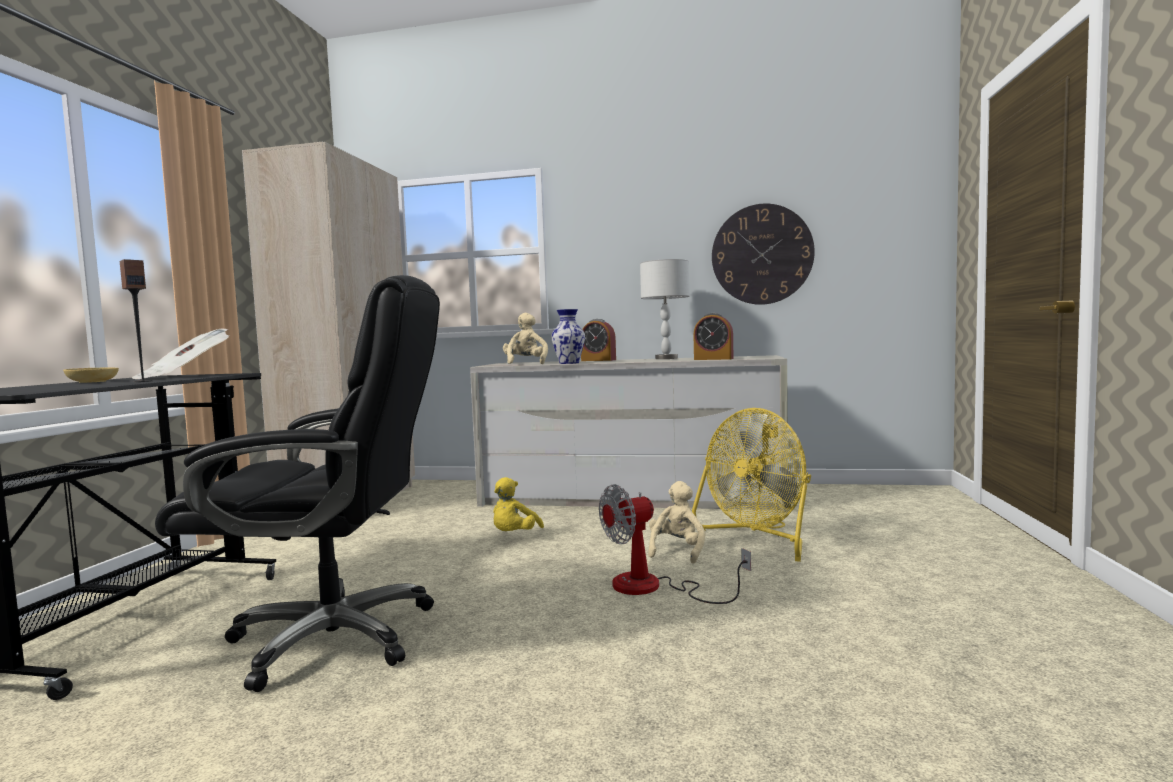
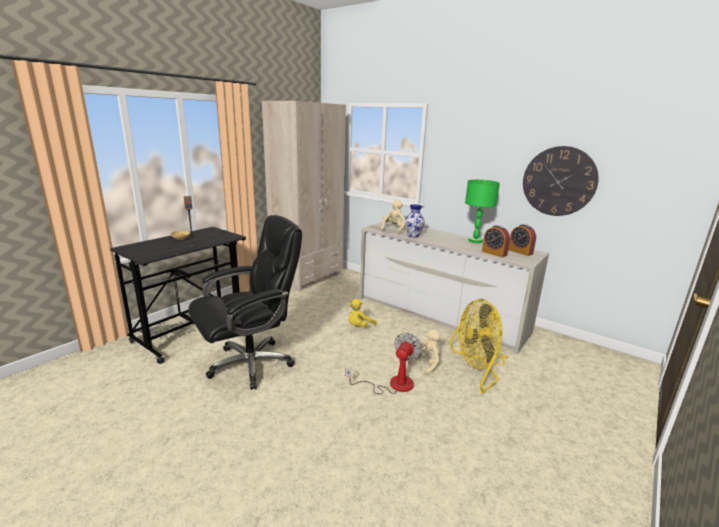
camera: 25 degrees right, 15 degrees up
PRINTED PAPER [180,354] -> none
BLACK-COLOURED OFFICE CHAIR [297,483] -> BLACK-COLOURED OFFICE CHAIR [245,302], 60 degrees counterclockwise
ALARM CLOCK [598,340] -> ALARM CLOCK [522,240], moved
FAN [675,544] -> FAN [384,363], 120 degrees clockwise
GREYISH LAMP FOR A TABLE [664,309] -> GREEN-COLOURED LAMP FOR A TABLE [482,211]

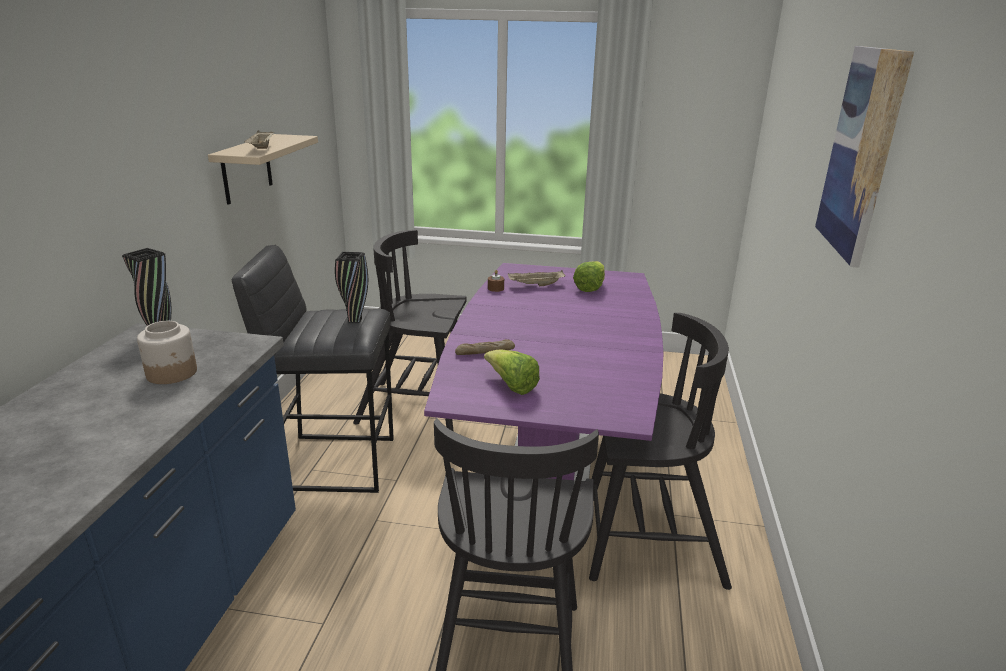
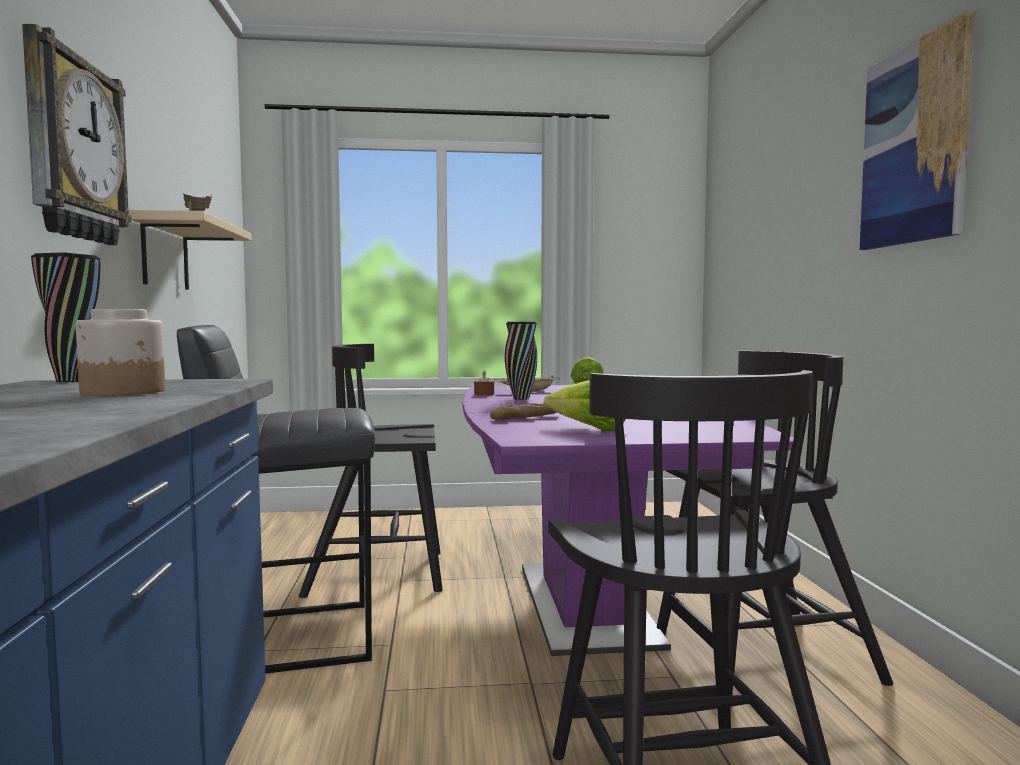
camera: 15 degrees left, 20 degrees down
BLACK-COLOURED FLOWER VASE [351,287] -> BLACK-COLOURED FLOWER VASE [521,361], moved
none -> WALL CLOCK [77,134]

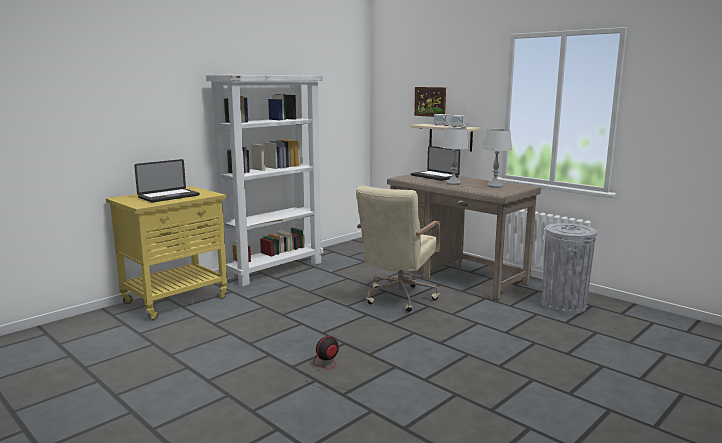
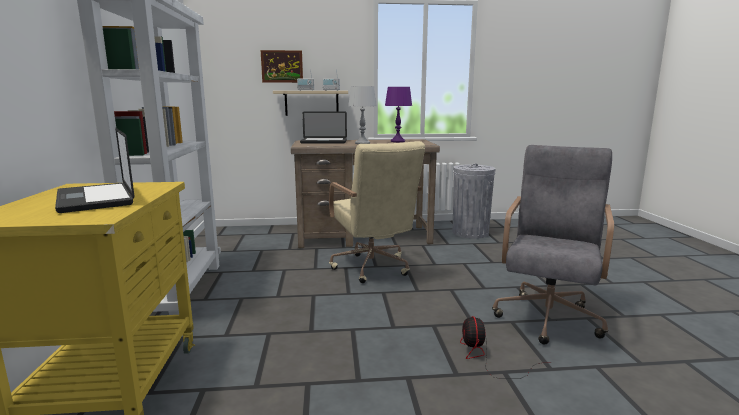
camera: 50 degrees left, 0 degrees up
PORTABLE COMPUTER [167,180] -> PORTABLE COMPUTER [94,170], 150 degrees clockwise
GREYISH LAMP FOR A TABLE [497,158] -> PURPLISH LAMP FOR A TABLE [398,114]
none -> GREYISH OFFICE CHAIR [553,245]

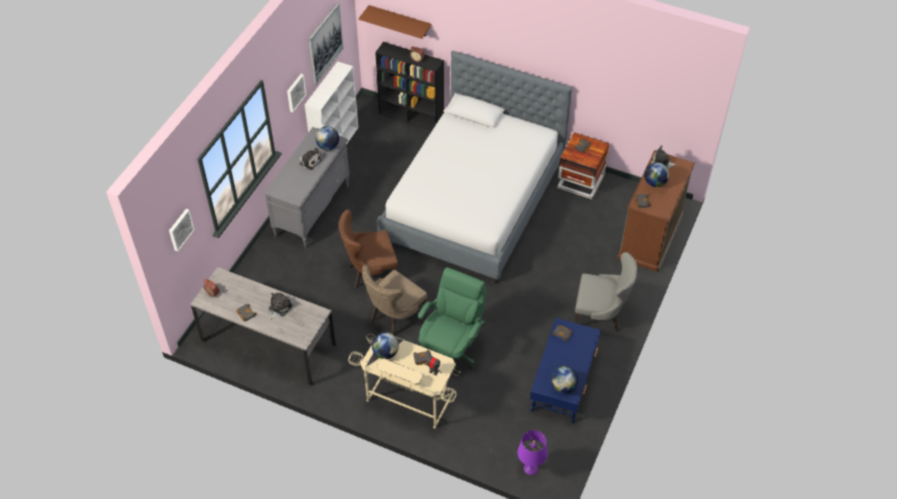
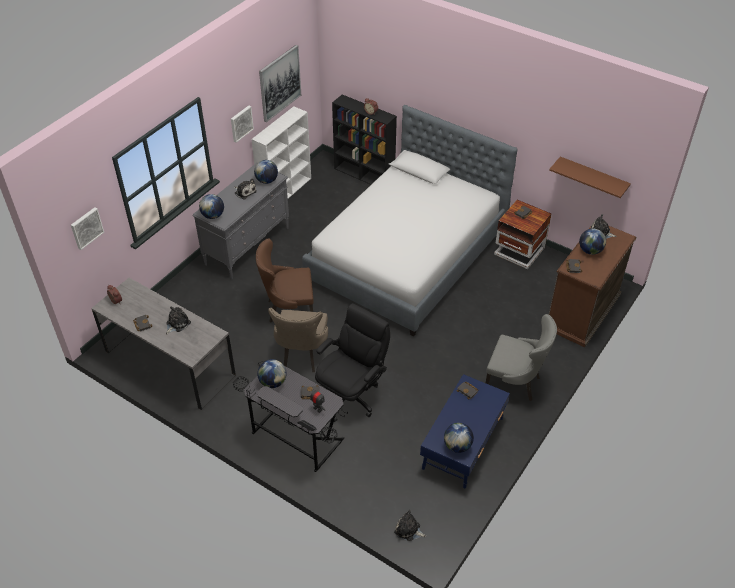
camera: 10 degrees right, 5 degrees down
SAND-COLOURED DESK [404,381] -> BLACK-COLOURED DESK [290,416]
BROWNISH BRACKET SHELF [395,22] -> BROWNISH BRACKET SHELF [590,177], moved
SAND-COLOURED UPRIGHT CHAIR [394,300] -> SAND-COLOURED UPRIGHT CHAIR [298,340], 45 degrees counterclockwise
GREEN-COLOURED OFFICE CHAIR [452,318] -> BLACK-COLOURED OFFICE CHAIR [352,362]
PURPLISH LAMP FOR A TABLE [532,452] -> SOFT TOY [410,525]
none -> DESK GLOBE [211,206]

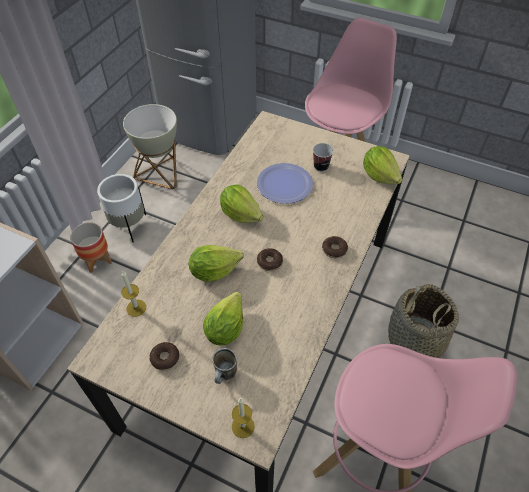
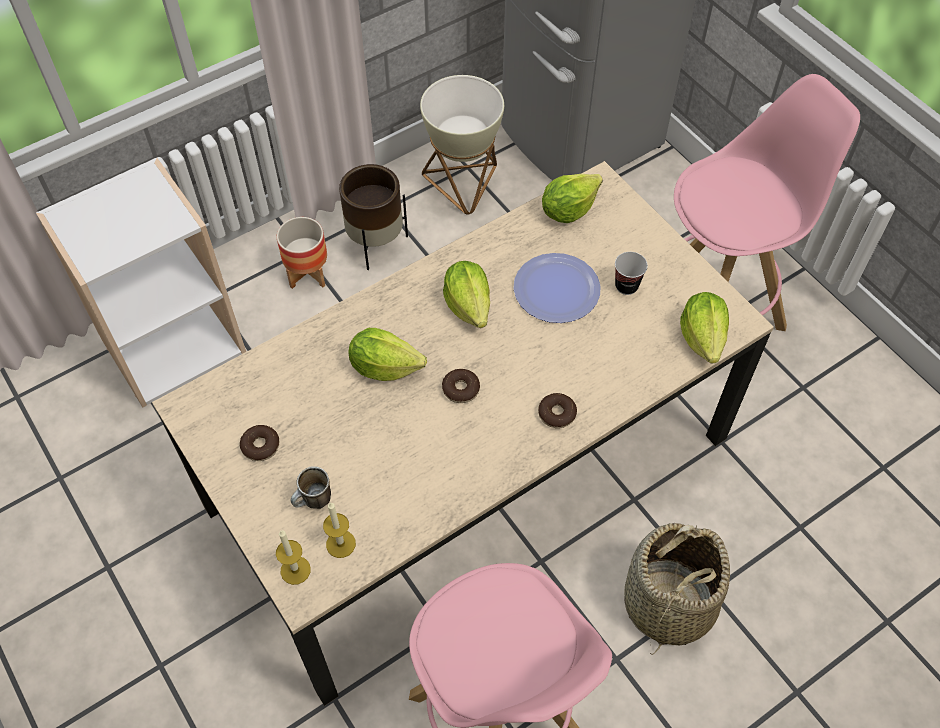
camera: 30 degrees right, 5 degrees up
WHITE PLANT POT [121,208] -> BROWNISH PLANT POT [373,217]
CANDLE [133,294] -> CANDLE [339,530], moved
HEAD OF LETTUCE [223,318] -> HEAD OF LETTUCE [572,198], moved

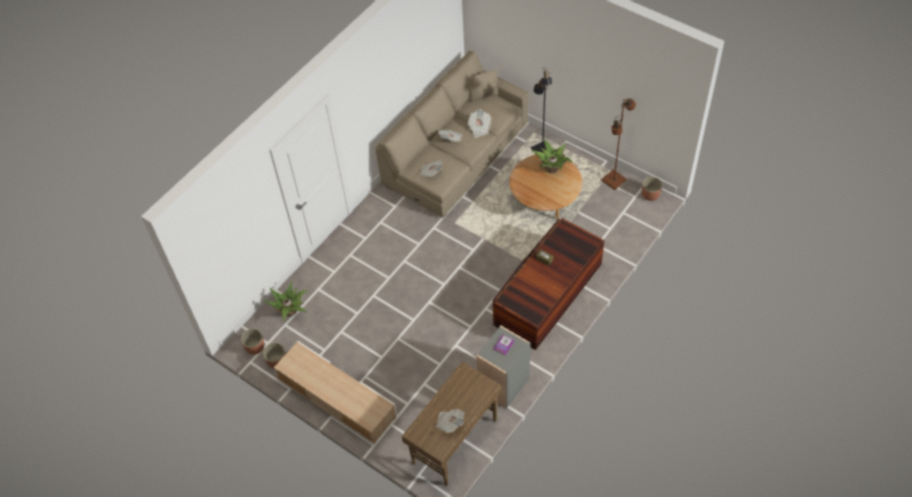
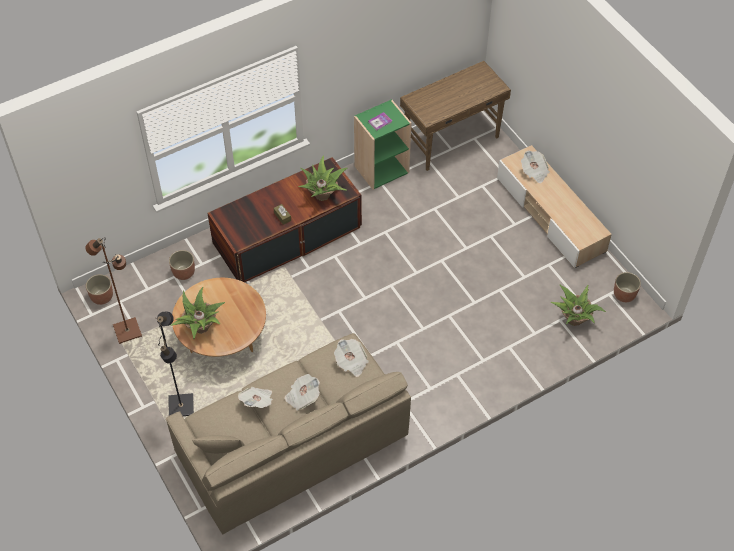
camera: 160 degrees left, 0 degrees up
PLANT POT [274,356] -> PLANT POT [182,265], moved
PRINTED PAPER [450,421] -> PRINTED PAPER [535,166], moved
GREYISH BOOKSHELF [503,367] -> GREEN-COLOURED BOOKSHELF [382,144]
none -> POTTED PLANT [323,178]

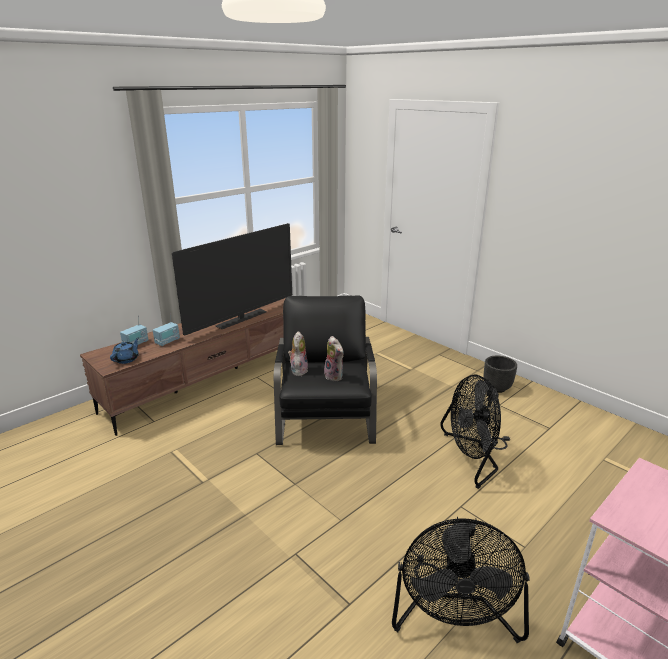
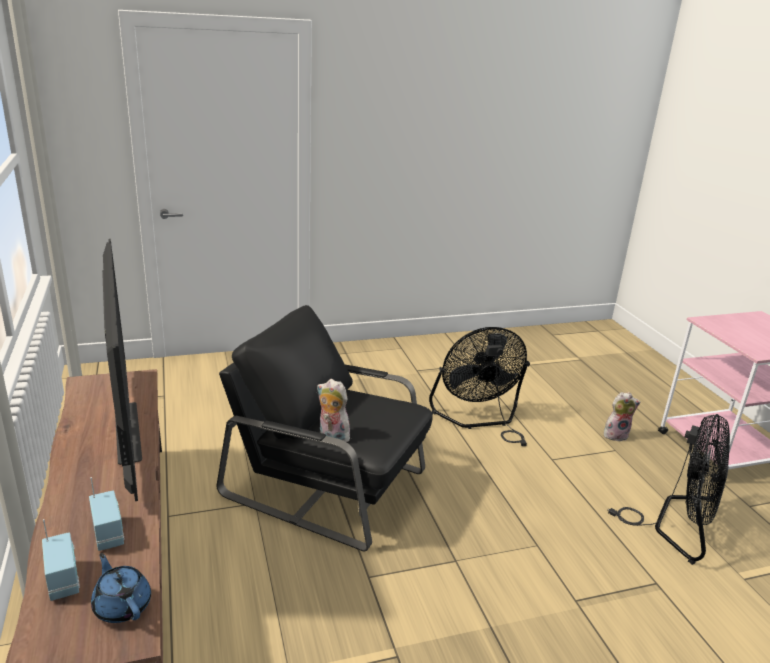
camera: 65 degrees left, 0 degrees up
SOFT TOY [333,358] -> SOFT TOY [622,417], moved
BLACK-COLOURED FAN [475,432] -> BLACK-COLOURED FAN [479,386], 150 degrees clockwise
BLACK-COLOURED PLANT POT [500,374] -> none

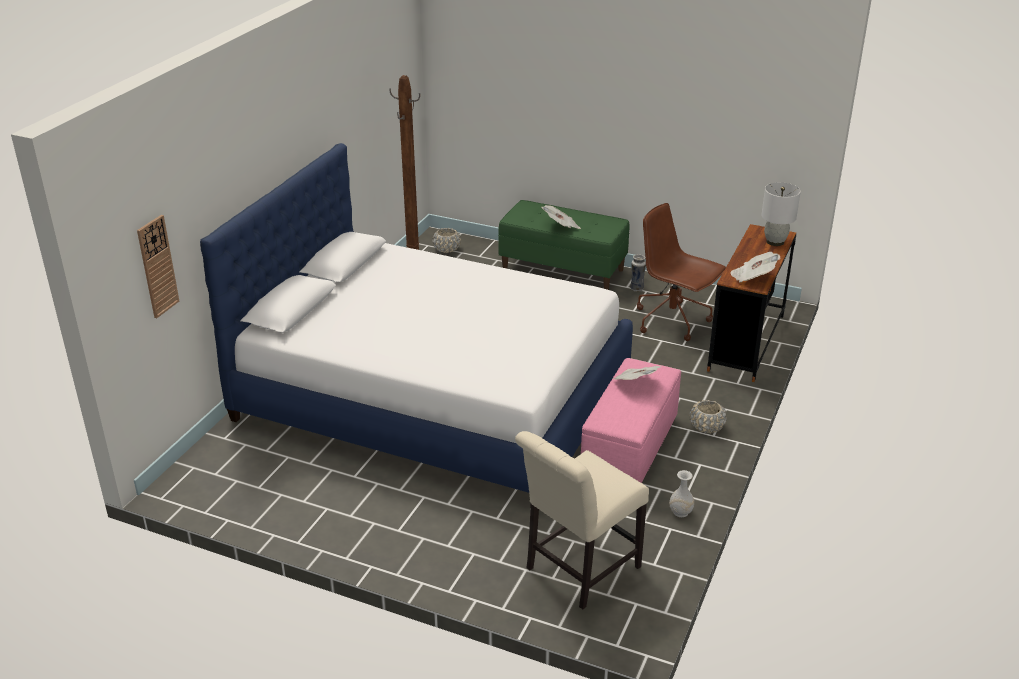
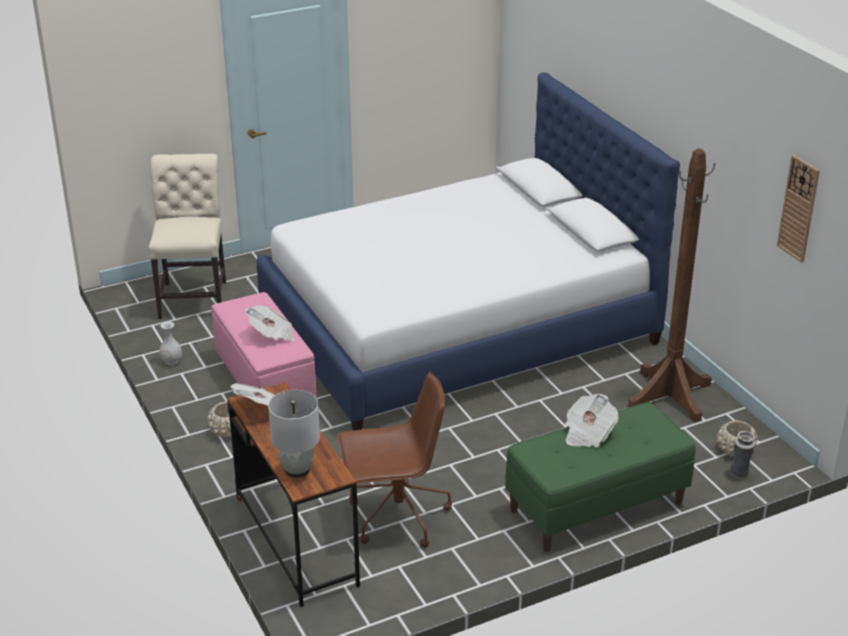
camera: 130 degrees right, 0 degrees up
WALL CLOCK [158,266] -> WALL CLOCK [798,209], moved
FLOWER VASE [638,273] -> FLOWER VASE [742,455], moved

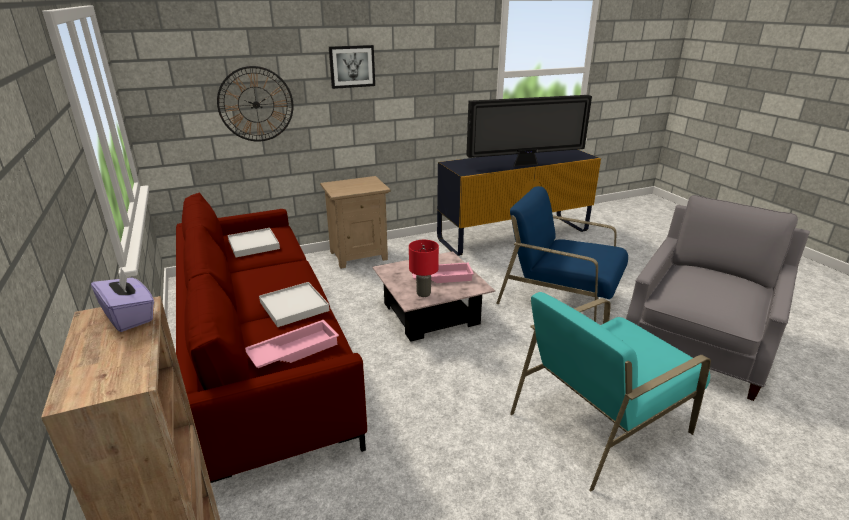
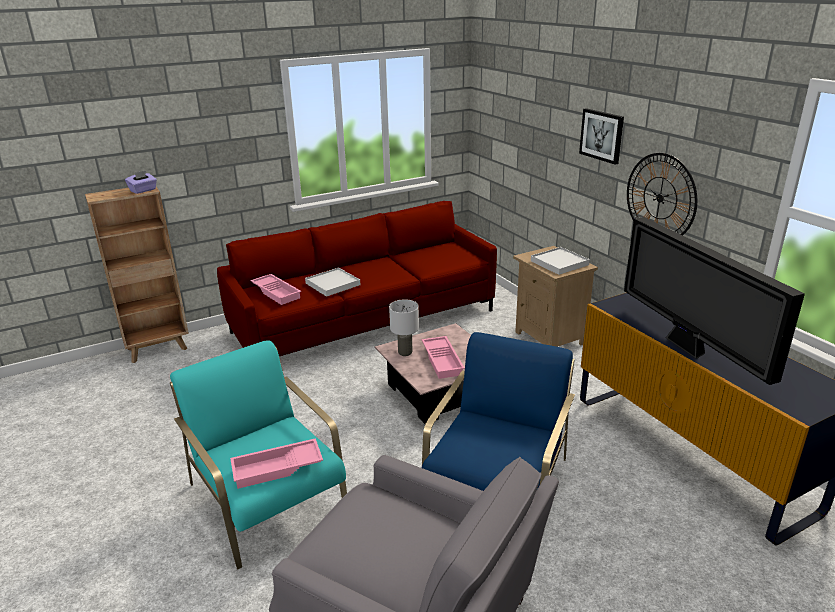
camera: 85 degrees right, 0 degrees up
WALL CLOCK [255,104] -> WALL CLOCK [662,194], moved
WHITE CARRYING TRAY [254,242] -> WHITE CARRYING TRAY [560,261], moved
RED-COLOURED LAMP FOR A TABLE [424,268] -> WHITE LAMP FOR A TABLE [404,327]
none -> PINKISH CARRYING TRAY [276,463]

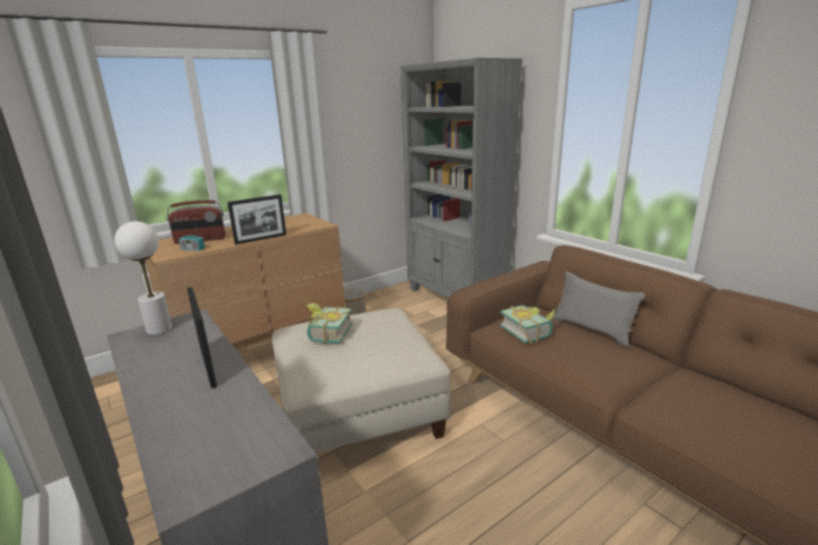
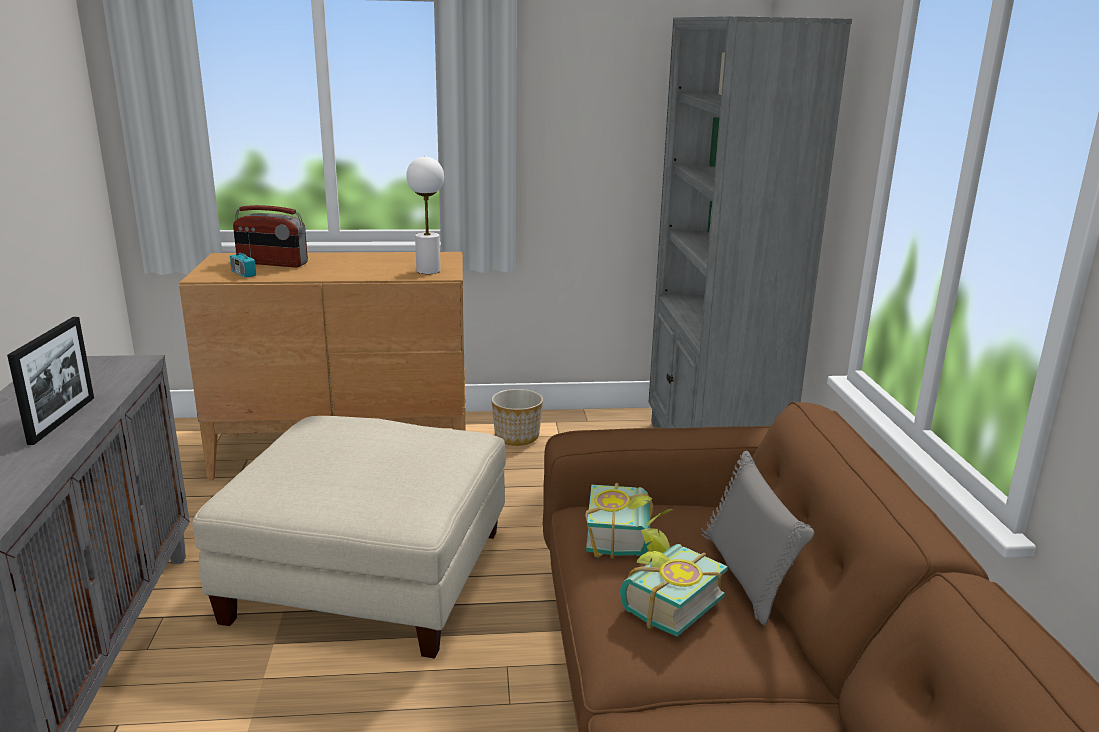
camera: 30 degrees right, 0 degrees up
WHITE LAMP FOR A TABLE [143,278] -> WHITE LAMP FOR A TABLE [425,215], moved
STANDING FRAME [257,220] -> none
VOLUME [330,324] -> VOLUME [674,582], moved

